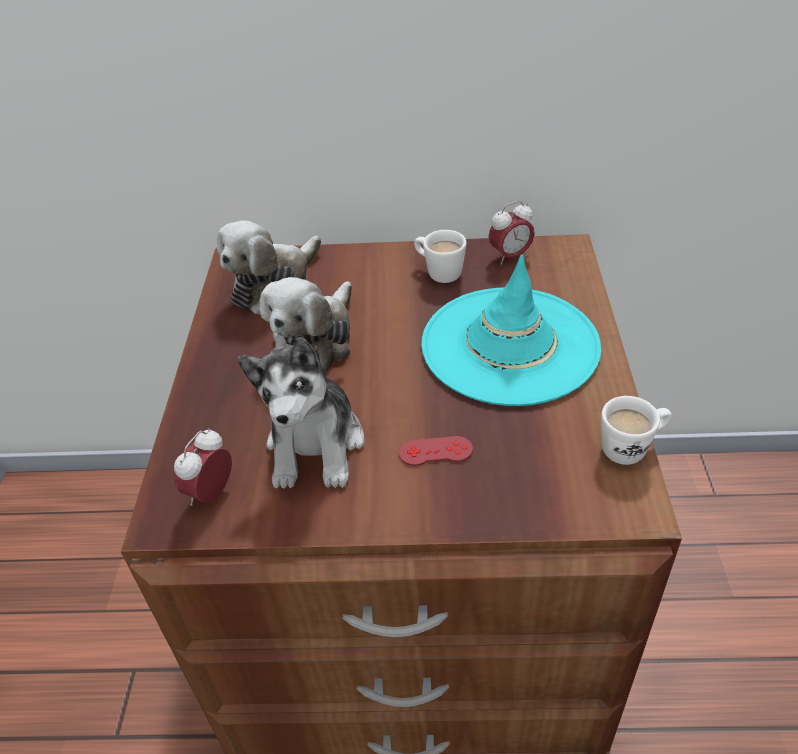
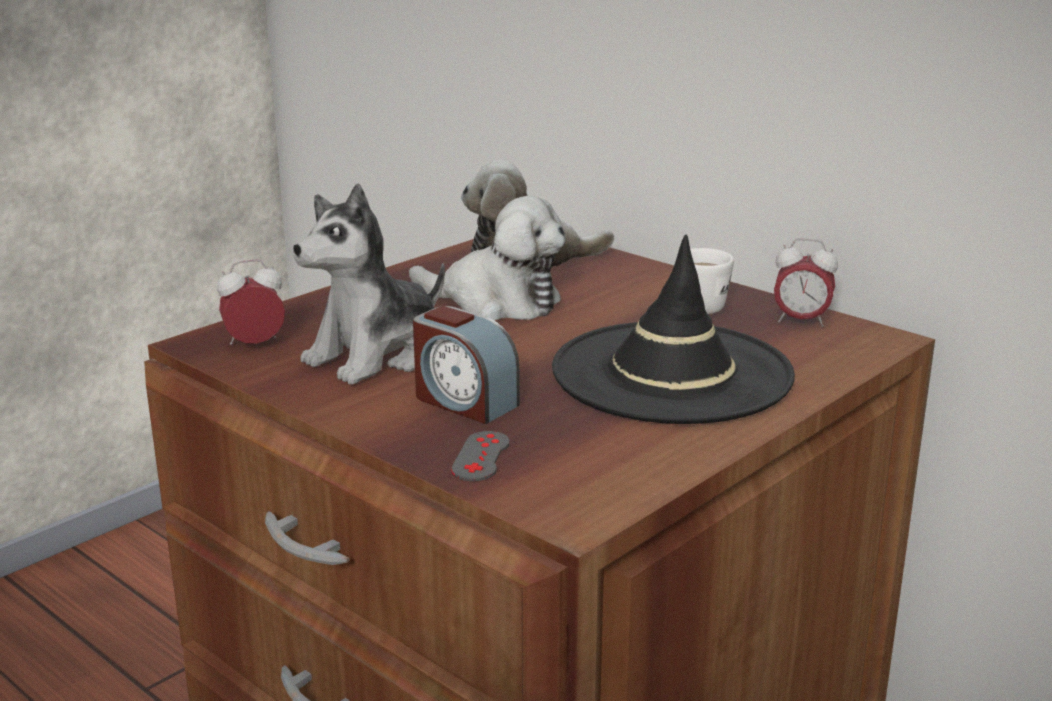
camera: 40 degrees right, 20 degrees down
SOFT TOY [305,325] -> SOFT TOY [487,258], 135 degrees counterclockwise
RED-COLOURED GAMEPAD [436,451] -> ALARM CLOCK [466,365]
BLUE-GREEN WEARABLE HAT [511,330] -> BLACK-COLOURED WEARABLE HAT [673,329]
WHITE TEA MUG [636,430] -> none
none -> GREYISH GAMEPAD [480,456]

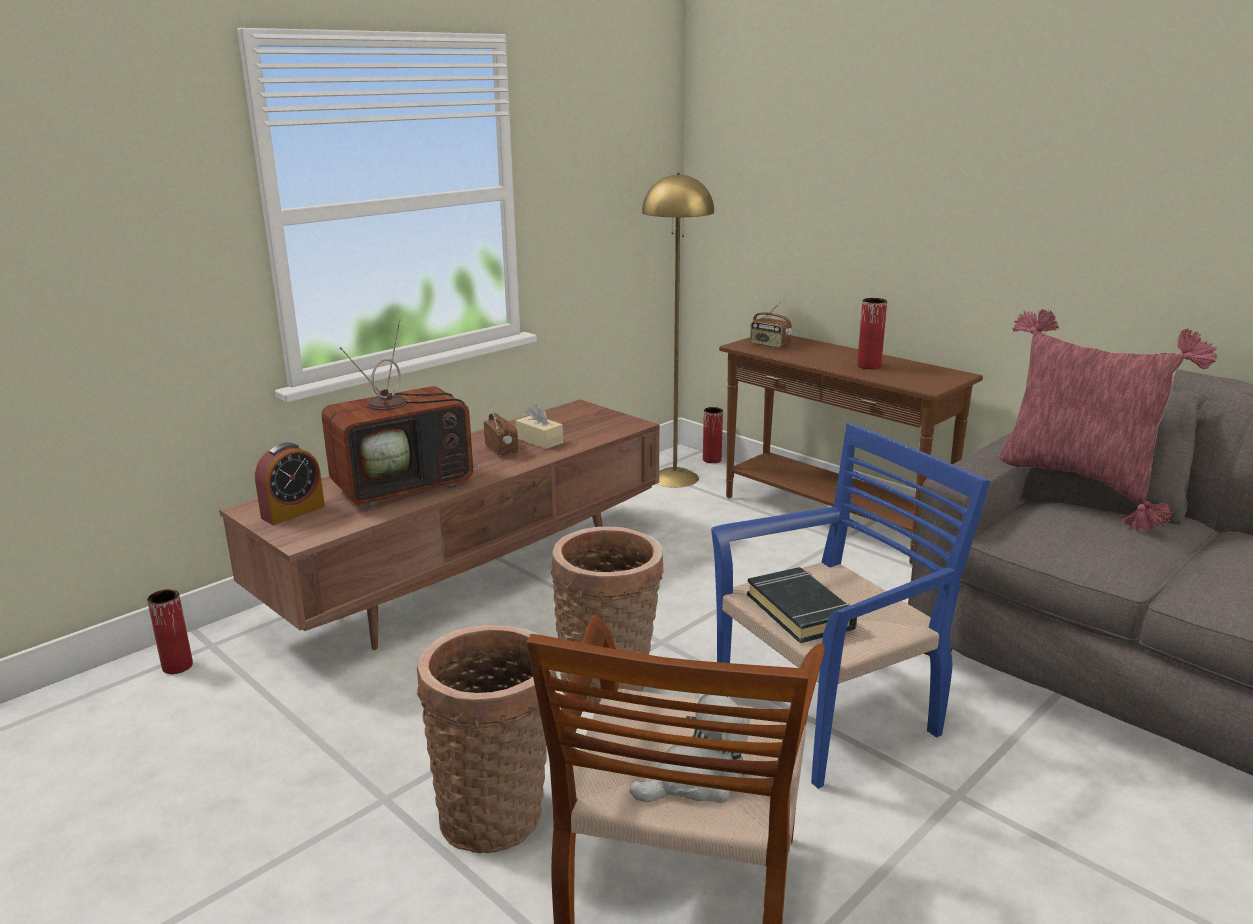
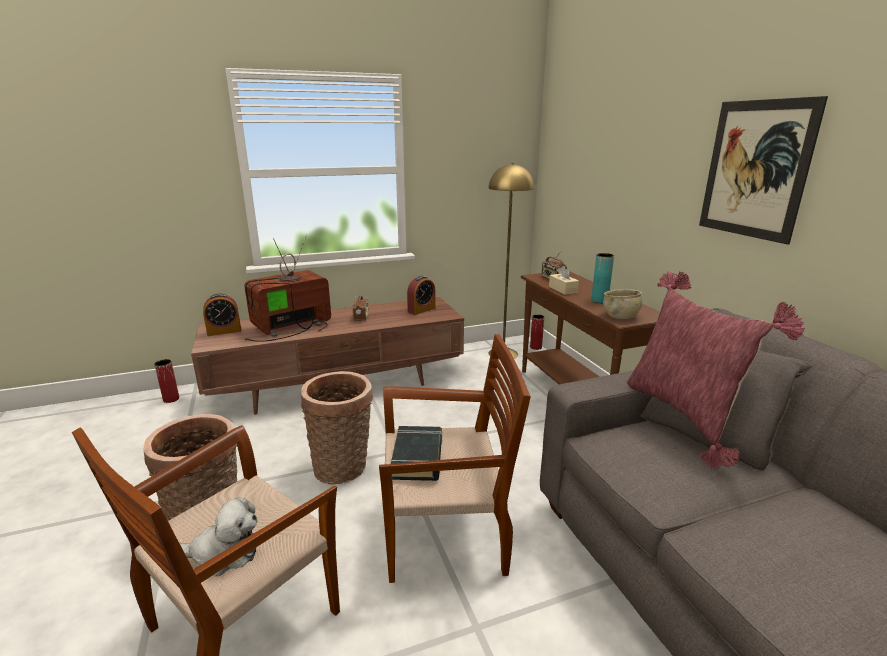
camera: 25 degrees right, 0 degrees up
TV [400,413] -> TV [287,289], 150 degrees clockwise
SAND-COLOURED TISSUE BOX [539,426] -> SAND-COLOURED TISSUE BOX [564,280], moved
BLUE-COLOURED ARMCHAIR [850,606] -> BROWNISH ARMCHAIR [455,458]
RED-COLOURED FLOWER VASE [872,333] -> BLUE-GREEN FLOWER VASE [602,278]
none -> ALARM CLOCK [421,295]
none -> SAND-COLOURED SERVING BOWL [623,304]
none -> WALL ART [763,170]

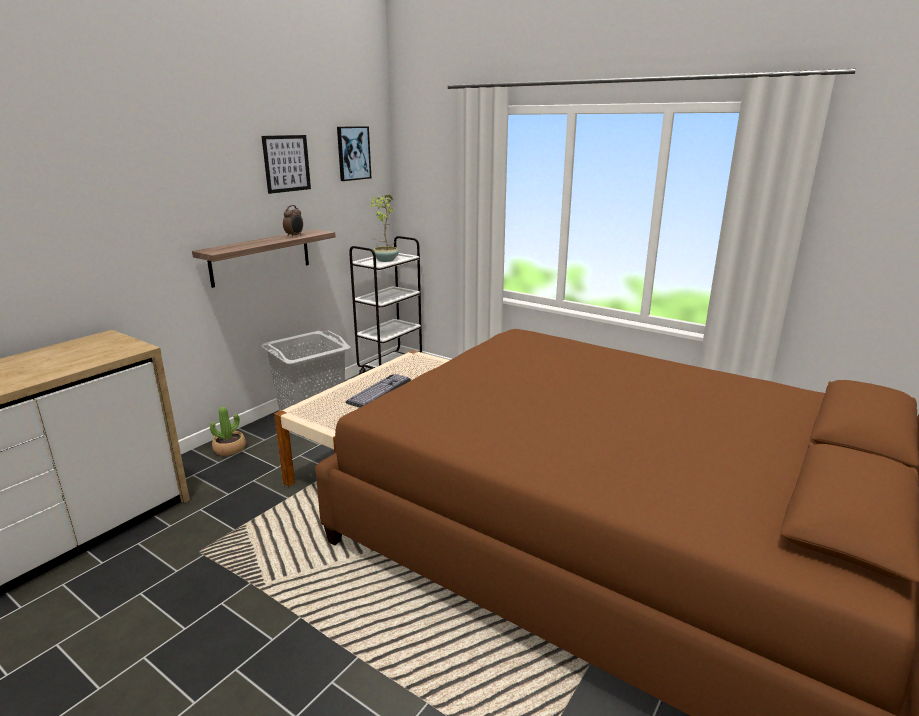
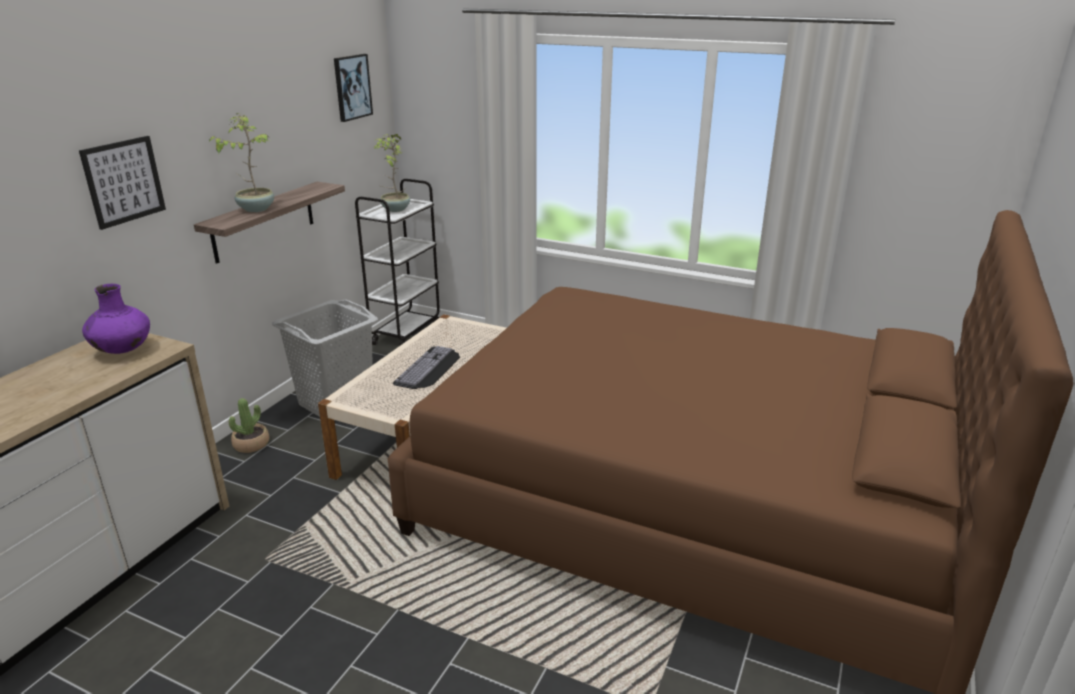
camera: 10 degrees left, 5 degrees up
WALL ART [286,164] -> WALL ART [122,183], moved
ALARM CLOCK [293,221] -> none
none -> PURPLISH FLOWER VASE [116,319]
none -> POTTED PLANT [241,162]

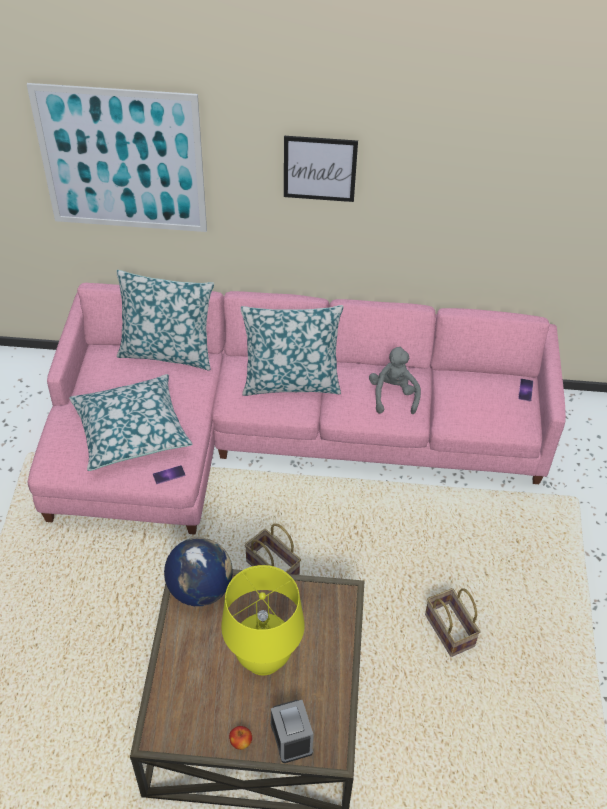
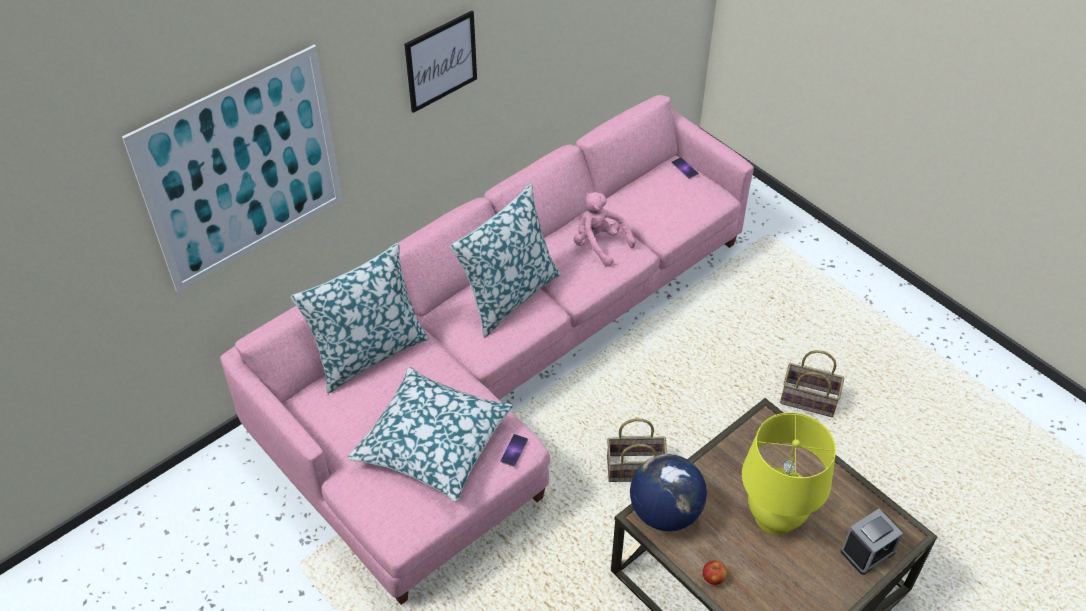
camera: 45 degrees left, 0 degrees up
WHOLE APPLE [240,738] -> WHOLE APPLE [715,573], moved
ALARM CLOCK [291,731] -> ALARM CLOCK [872,542], 120 degrees clockwise
GREYISH SOFT TOY [395,380] -> PINKISH SOFT TOY [604,229]

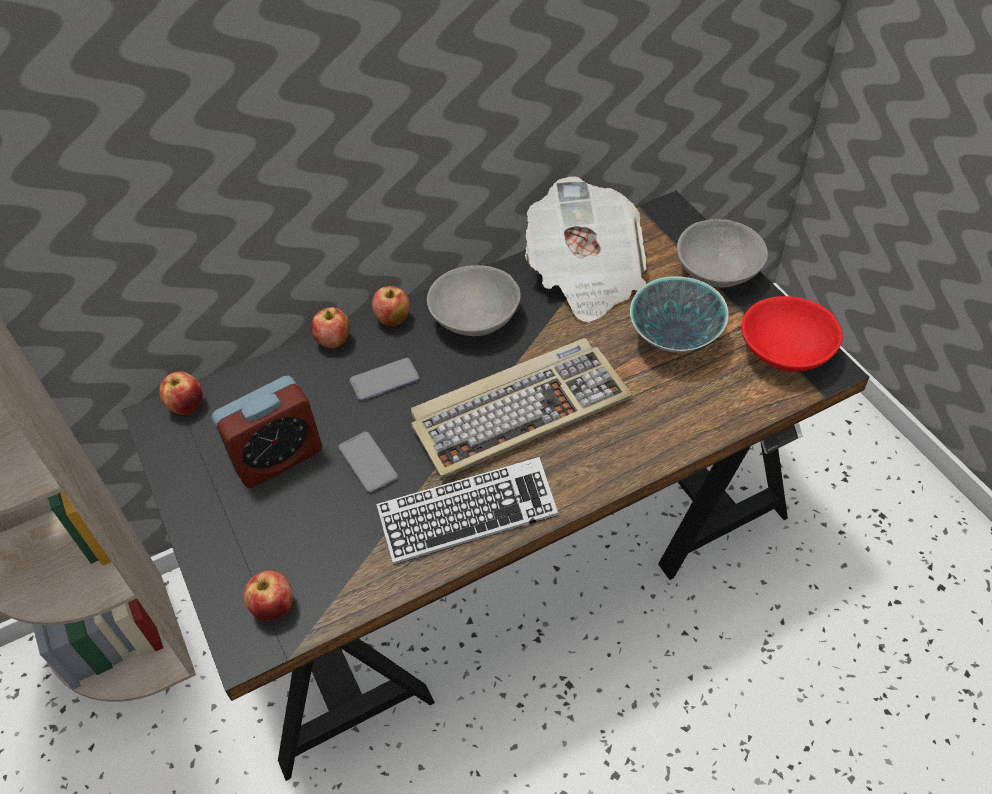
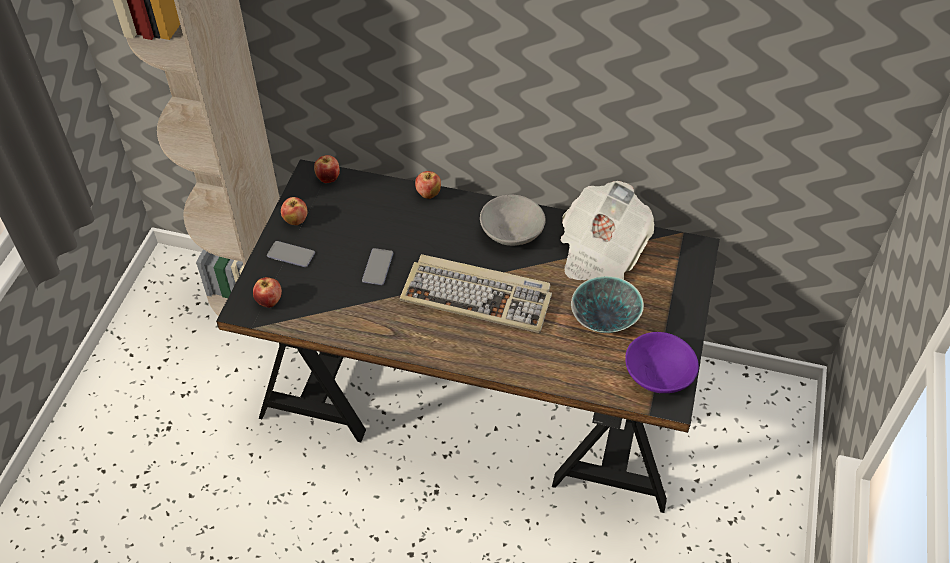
camera: 40 degrees right, 0 degrees up
ALARM CLOCK [266,432] -> none
PHONE [384,379] -> PHONE [291,254], moved
WHOLE APPLE [391,306] -> WHOLE APPLE [294,211], moved
COMPUTER KEYBOARD [467,511] -> none
GREYISH SERVING BOWL [722,253] -> none
RED-COLOURED SERVING BOWL [792,334] -> PURPLISH SERVING BOWL [662,362]

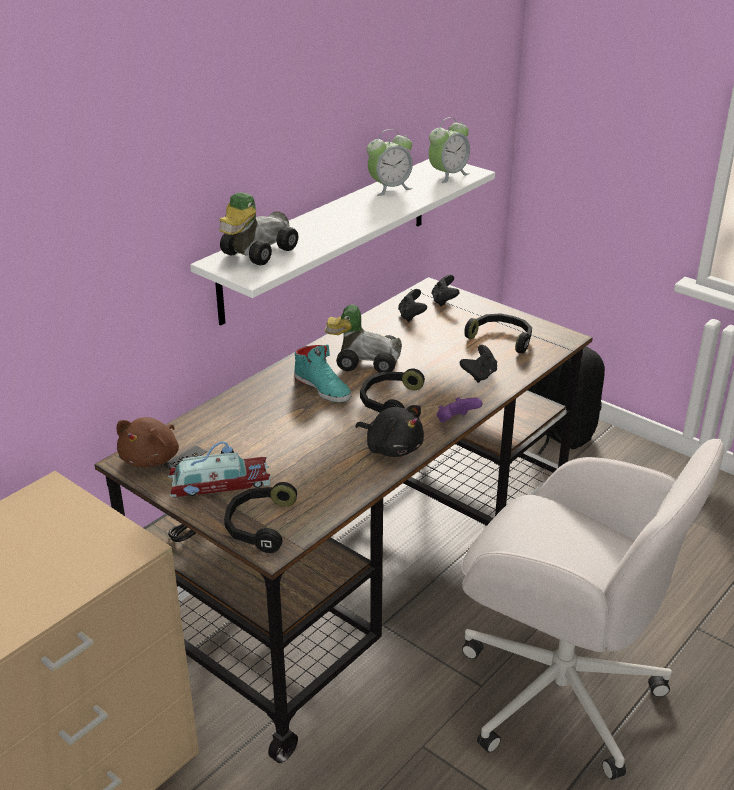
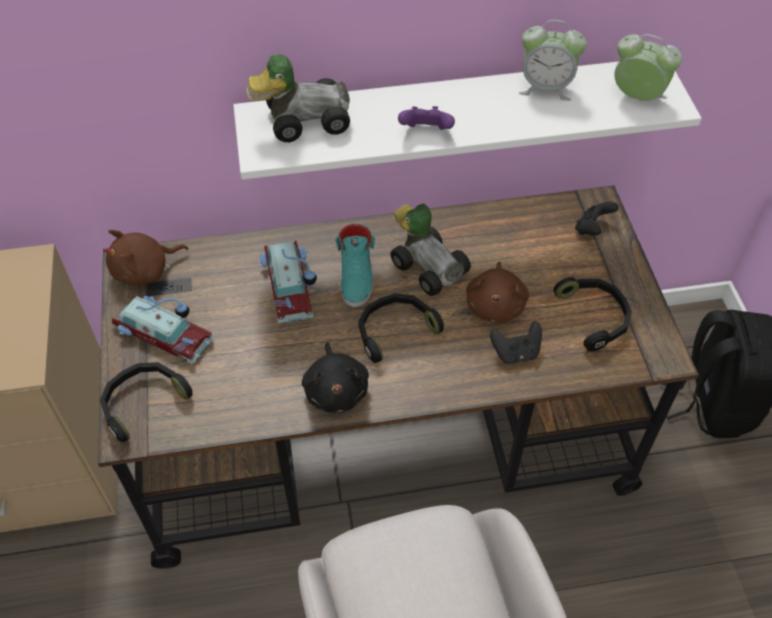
camera: 40 degrees right, 20 degrees up
BLACK-COLOURED GAMEPAD [412,305] -> none
ALARM CLOCK [449,150] -> ALARM CLOCK [648,67], 150 degrees counterclockwise
PURPLISH GAMEPAD [460,410] -> PURPLISH GAMEPAD [426,118], moved
none -> TOY CAR [287,281]
none -> BROWNISH SOFT TOY [497,292]

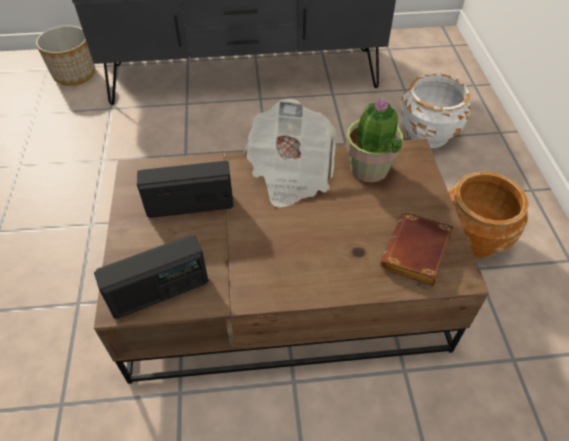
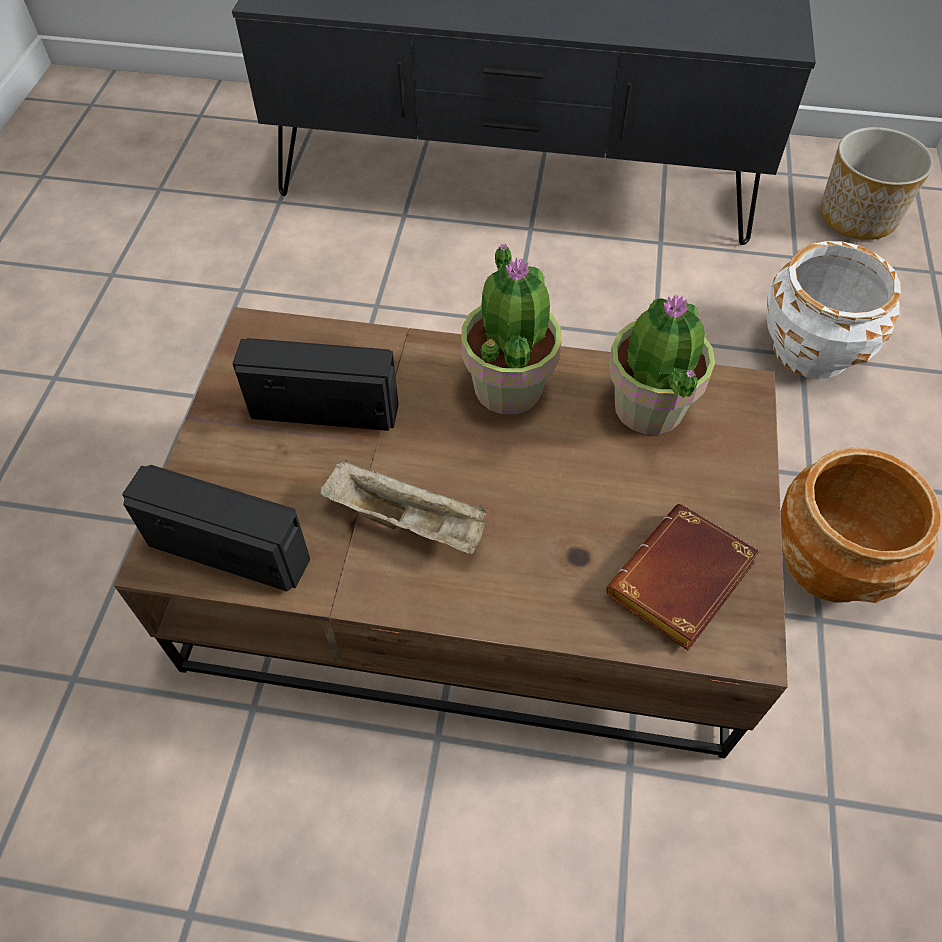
camera: 15 degrees right, 5 degrees up
PLANT POT [65,55] -> PLANT POT [877,183], moved
RADIO RECEIVER [151,277] -> RADIO RECEIVER [216,528], 150 degrees counterclockwise
PRINTED PAPER [290,153] -> POTTED PLANT [511,329]
none -> SAND-COLOURED CARRYING TRAY [403,507]

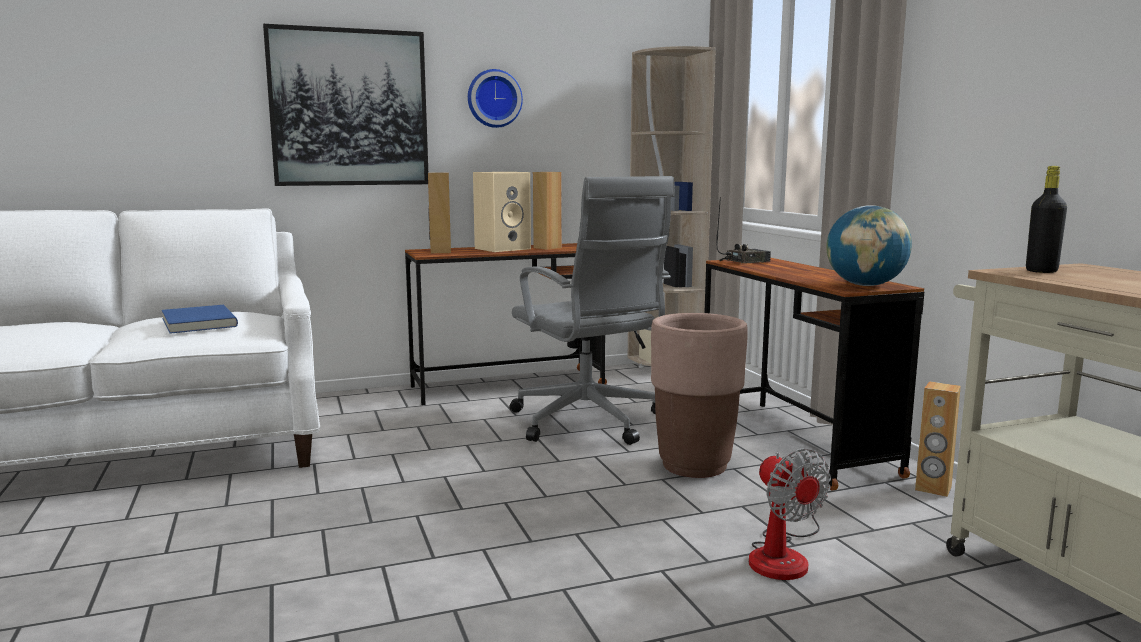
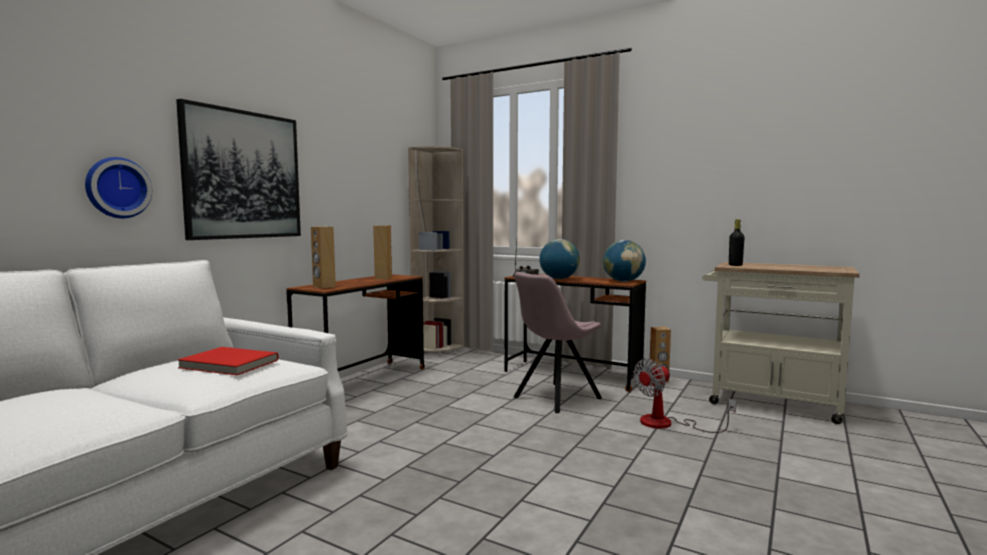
camera: 40 degrees left, 5 degrees down
BLUE-COLOURED VOLUME [200,319] -> RED-COLOURED VOLUME [228,361]
WALL CLOCK [495,98] -> WALL CLOCK [118,187], moved
SAND-COLOURED SPEAKER [502,212] -> none
GREYISH OFFICE CHAIR [592,310] -> none
BROWNISH PLANT POT [699,395] -> PINKISH UPRIGHT CHAIR [558,342]
FAN [790,514] -> FAN [684,396], 120 degrees clockwise
none -> DESK GLOBE [559,259]

